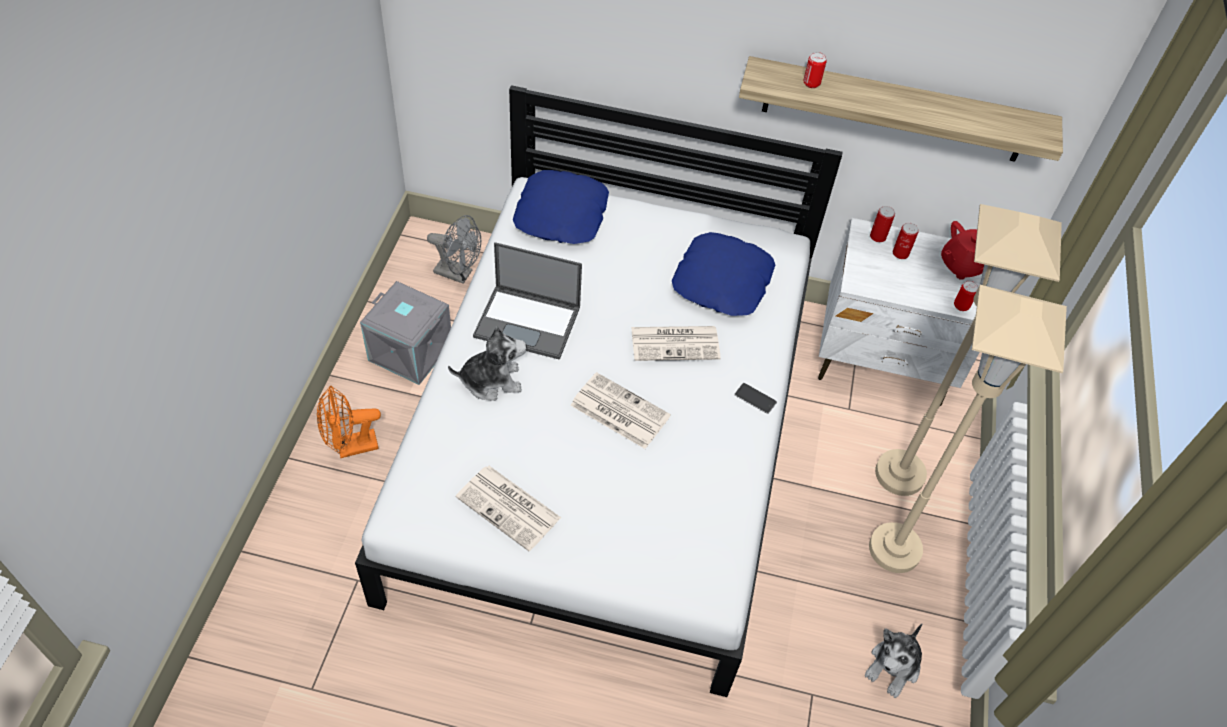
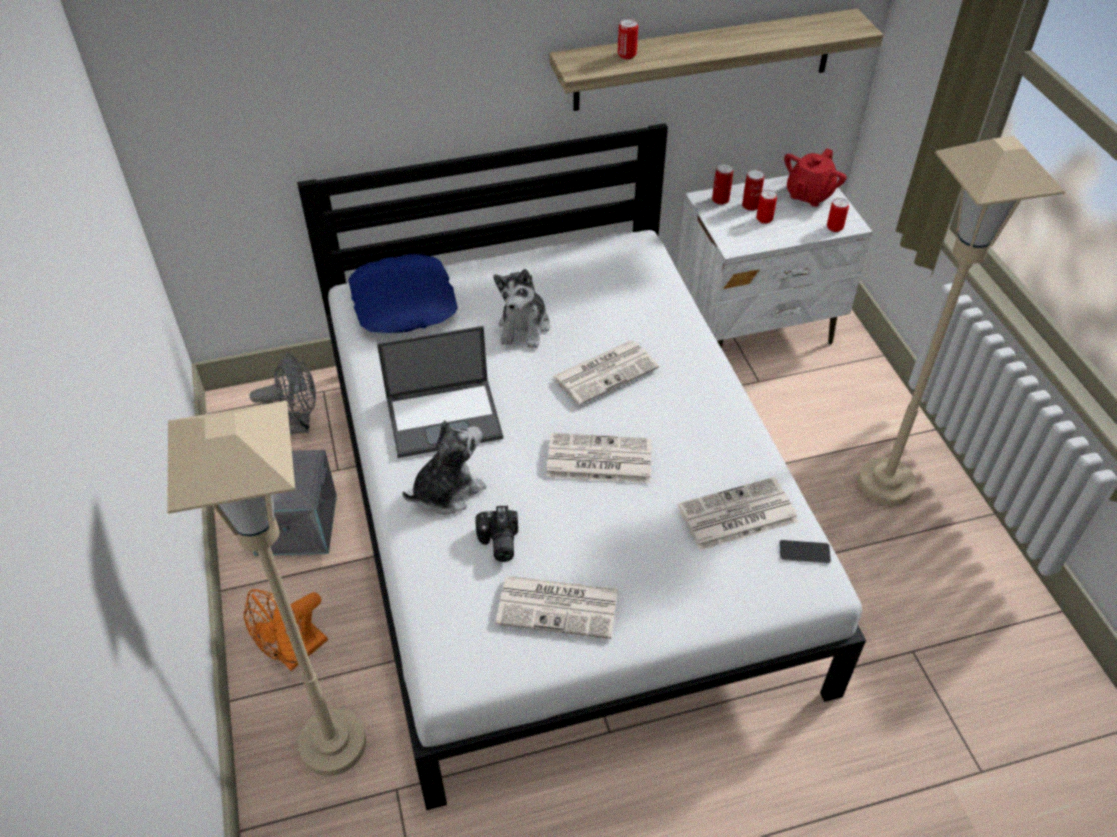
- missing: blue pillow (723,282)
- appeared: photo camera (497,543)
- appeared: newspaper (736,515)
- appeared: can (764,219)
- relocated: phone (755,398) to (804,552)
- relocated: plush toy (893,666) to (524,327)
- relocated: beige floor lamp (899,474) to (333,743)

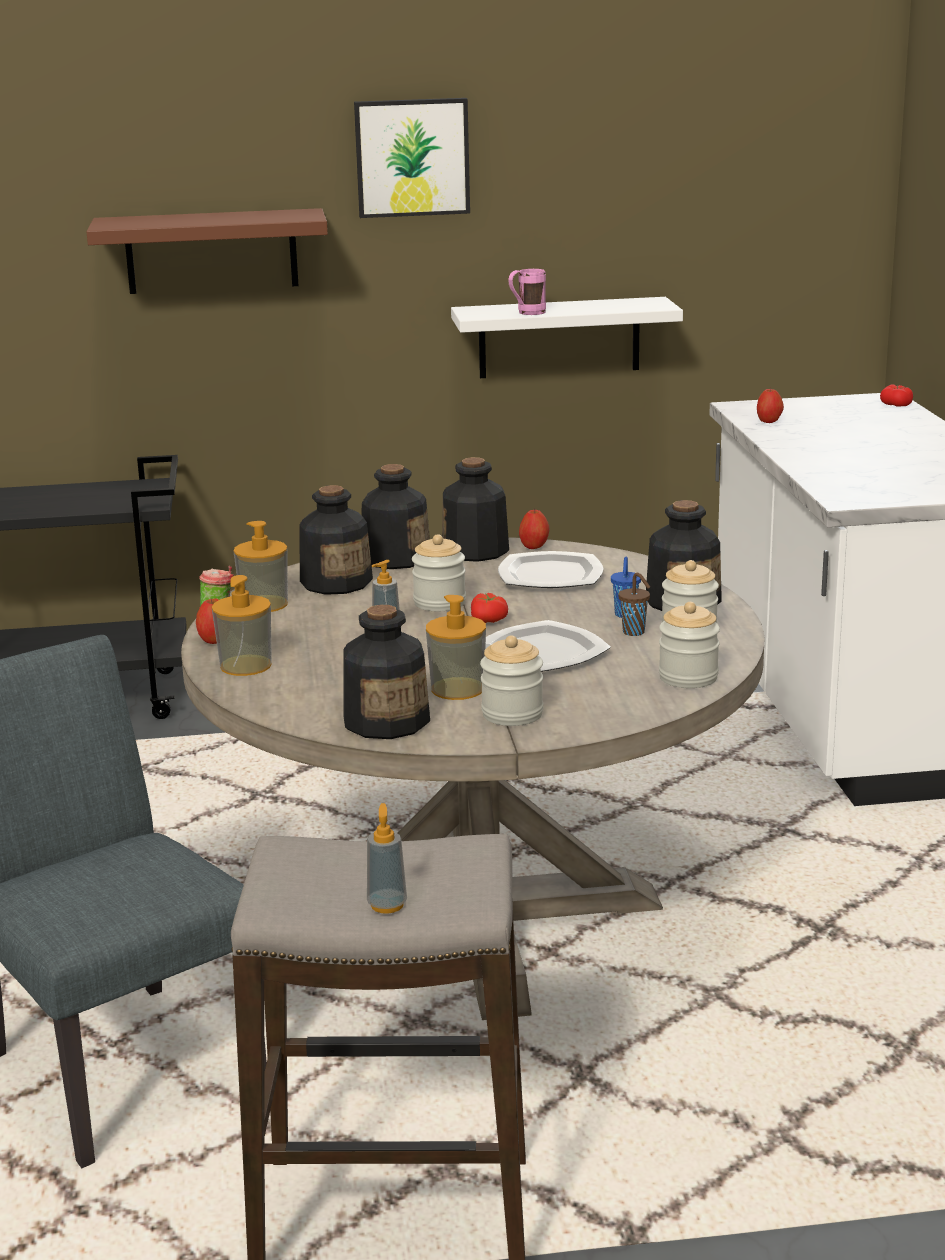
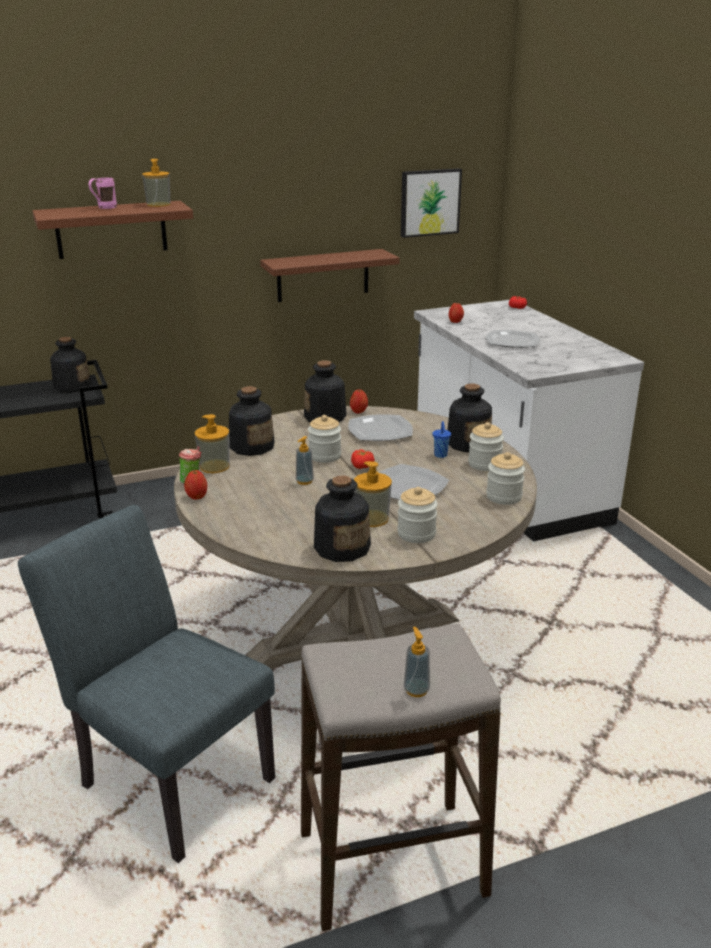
- missing: brown cup (635,632)
- appeared: plate (512,341)
- relocated: soap dispenser (245,665) to (158,204)
- relocated: picture (412,157) to (429,202)
- relocated: bottle (395,558) to (72,386)
- relocated: pink mug (526,313) to (104,208)
- colour: white shelf (559,337) to brown shelf (323,275)

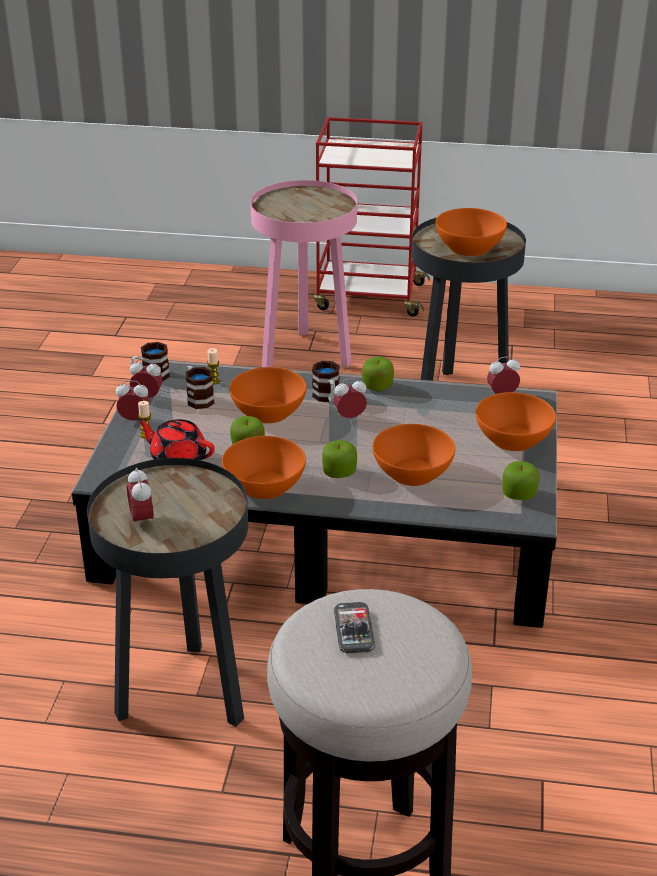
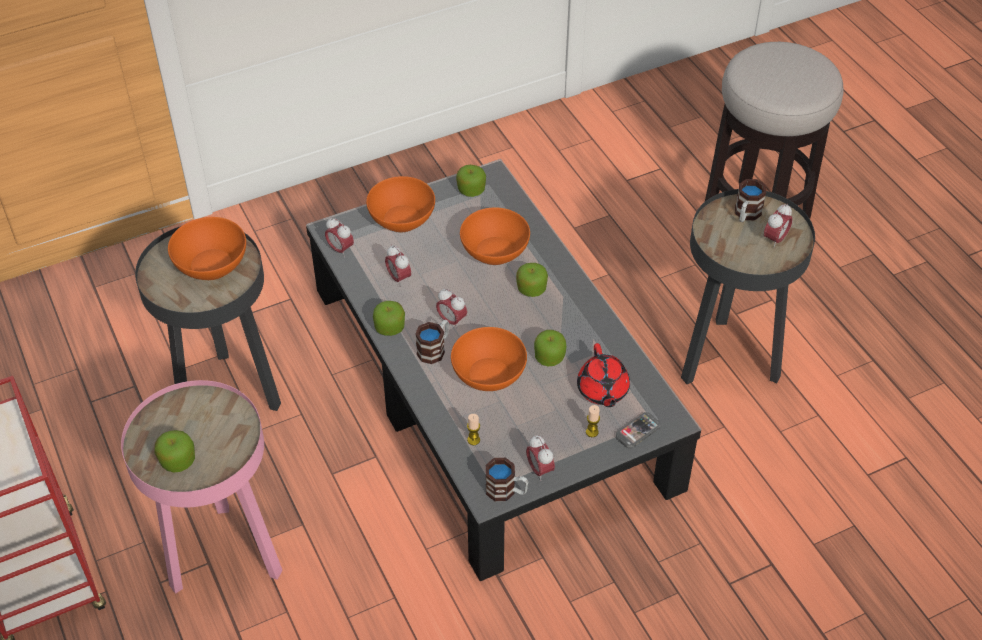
- missing: orange bowl (264,485)
- appeared: apple (177,461)
- relocated: alarm clock (134,419) to (399,278)
- relocated: mug (198,398) to (746,215)
- relocated: phone (354,629) to (638,431)

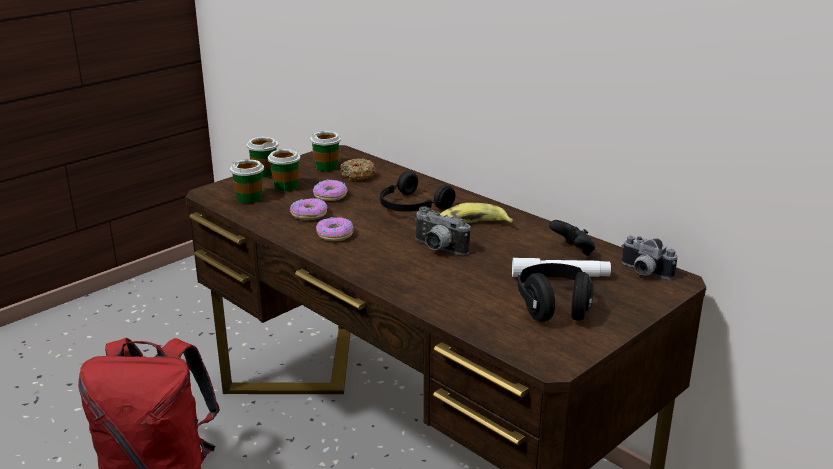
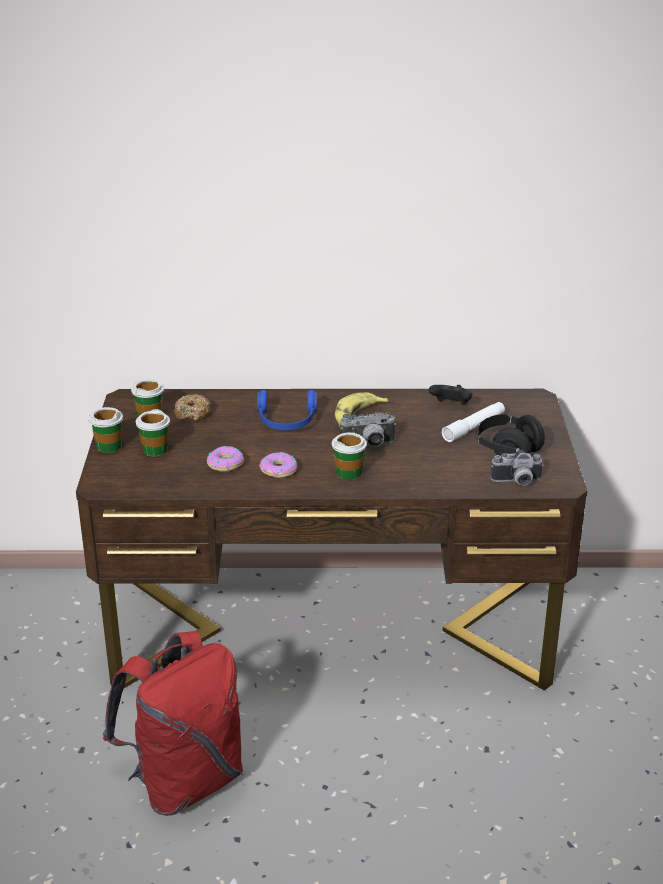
- missing: donut (331,196)
- relocated: cup (249,198) to (348,473)
- relocated: photo camera (643,272) to (517,482)
- colour: black headphones (411,207) to blue headphones (286,421)

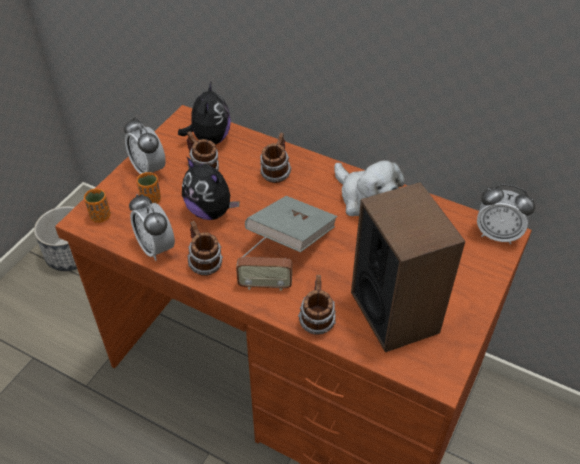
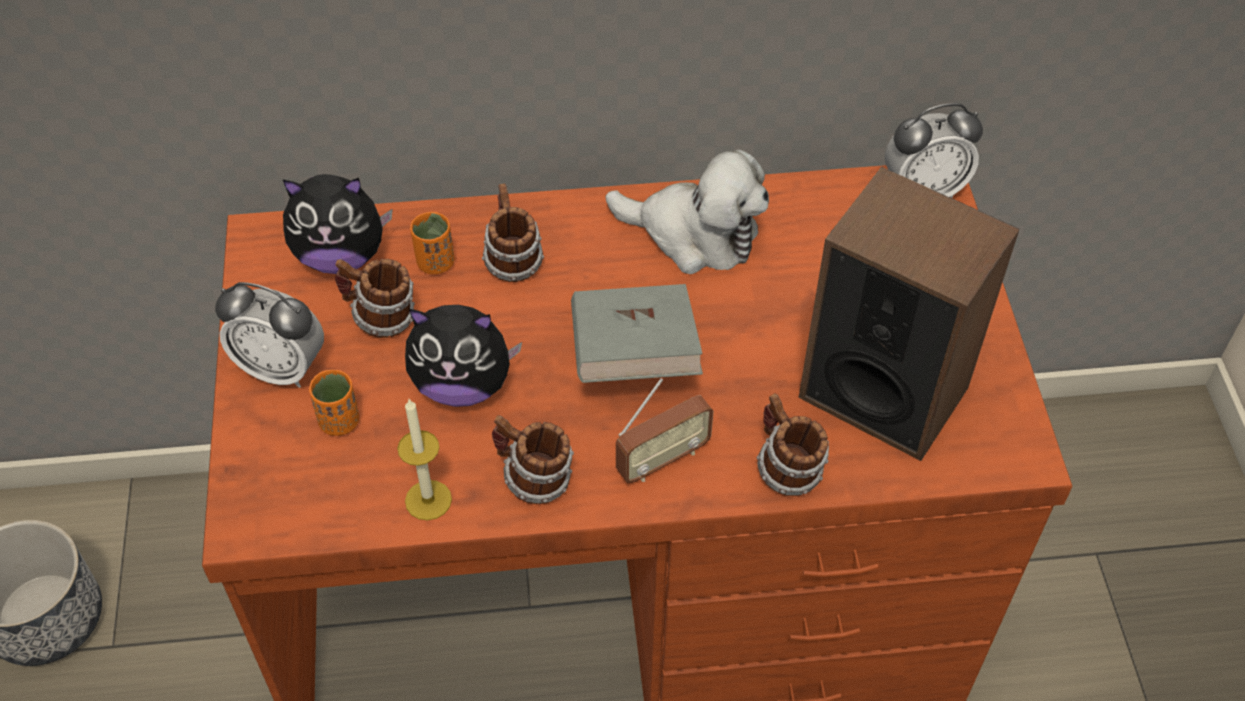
- relocated: orange cup (100,216) to (435,262)
- exchanged: alarm clock (156,248) to candle (428,500)
- spun: plush toy (209,139) = (341,256) 120 degrees clockwise

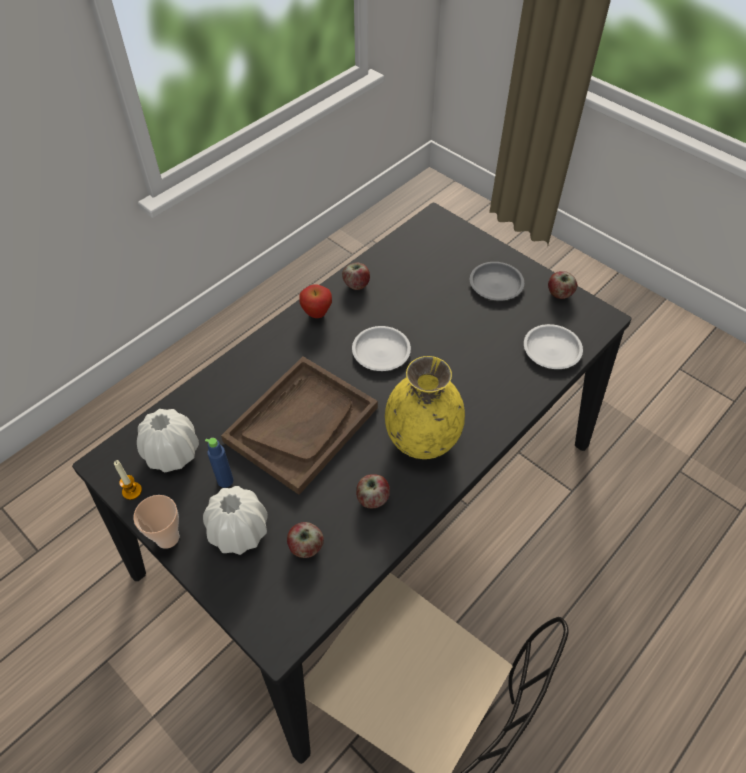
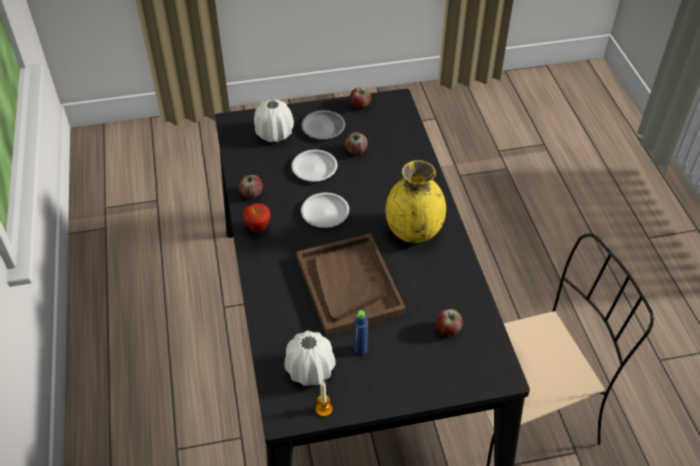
- missing: cup (167,537)
- relocated: white vase (239,531) to (274,133)
- relocated: apple (372,498) to (356,151)
- relocated: white plate (552,349) to (314,168)

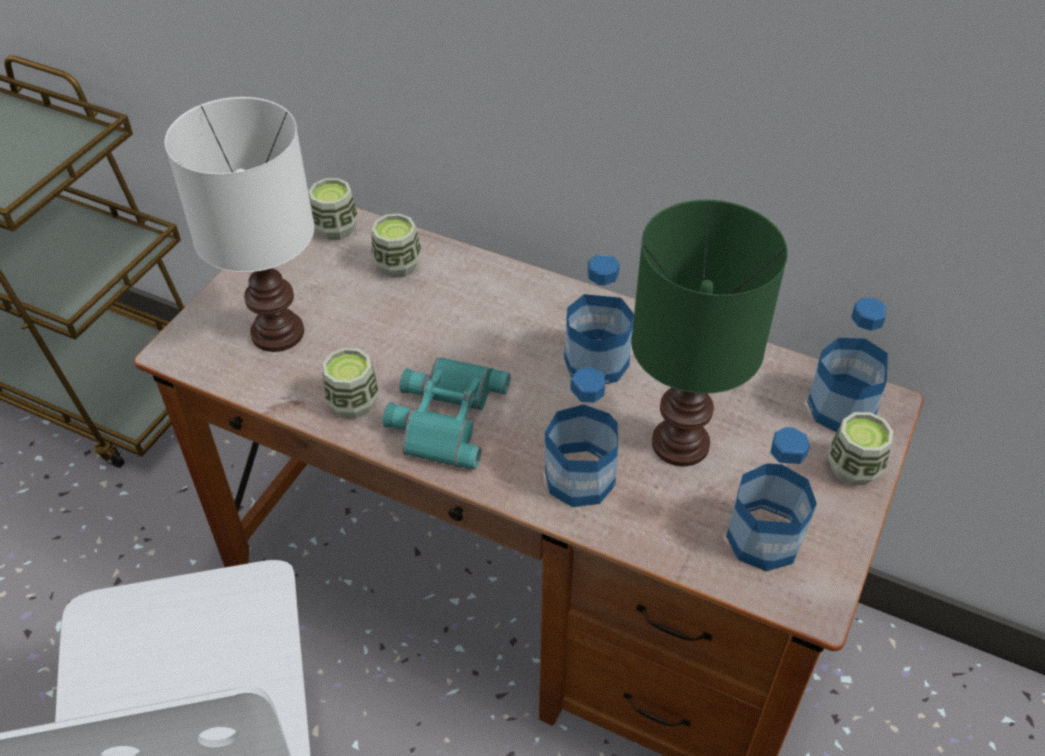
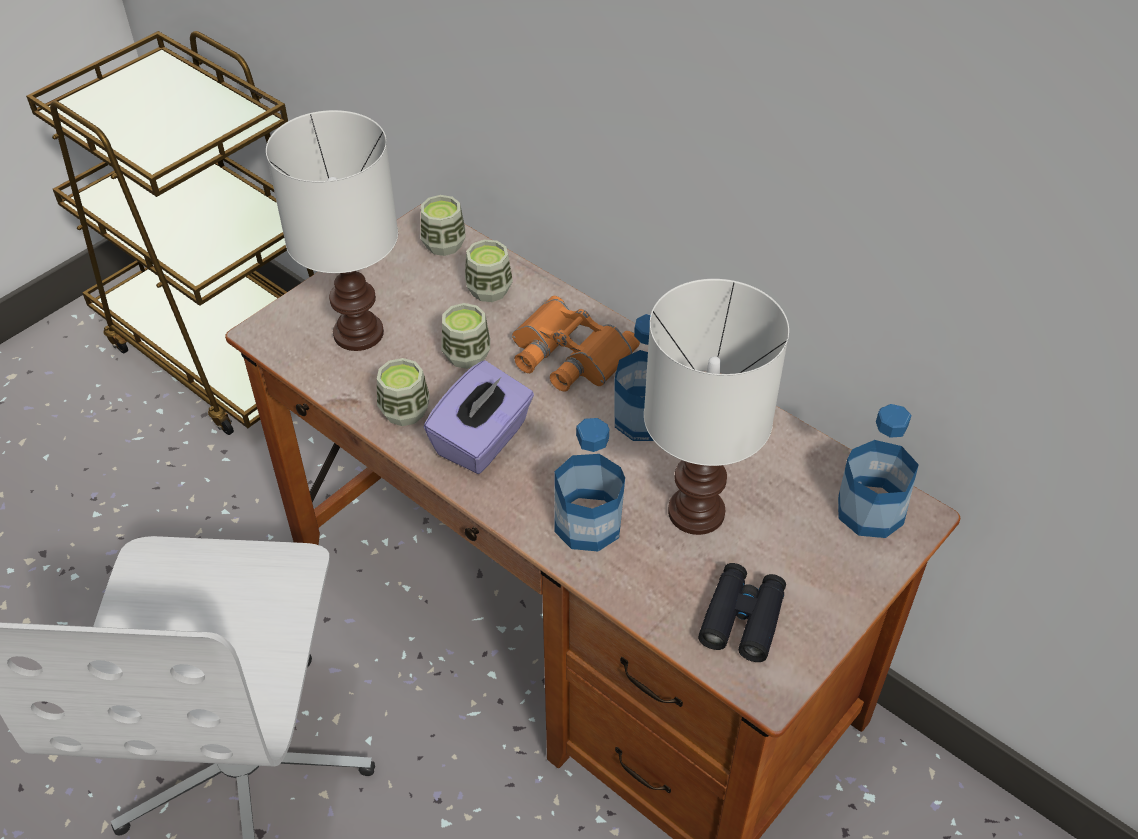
- appeared: orange binoculars (567,355)
- relocated: cup (853,468) to (466,355)
- exchanged: turquoise binoculars (444,416) to purple tissue box (482,440)
- exchanged: bottle (763,539) to black binoculars (742,618)
- colour: green table lamp (682,444) to white table lamp (698,513)

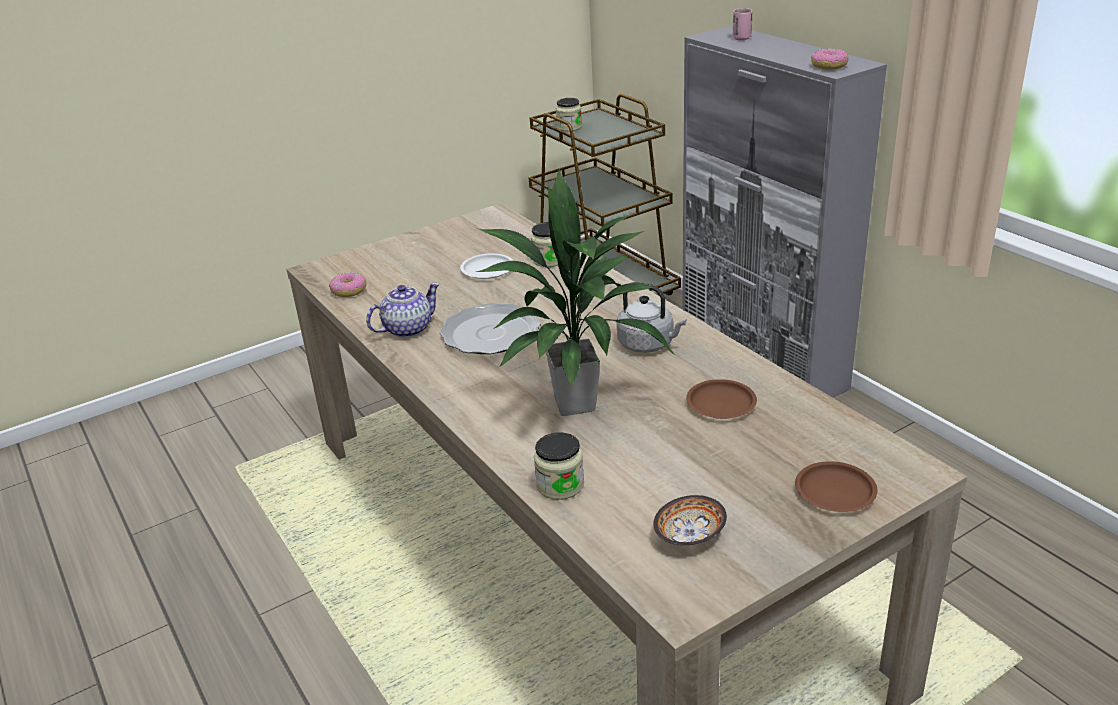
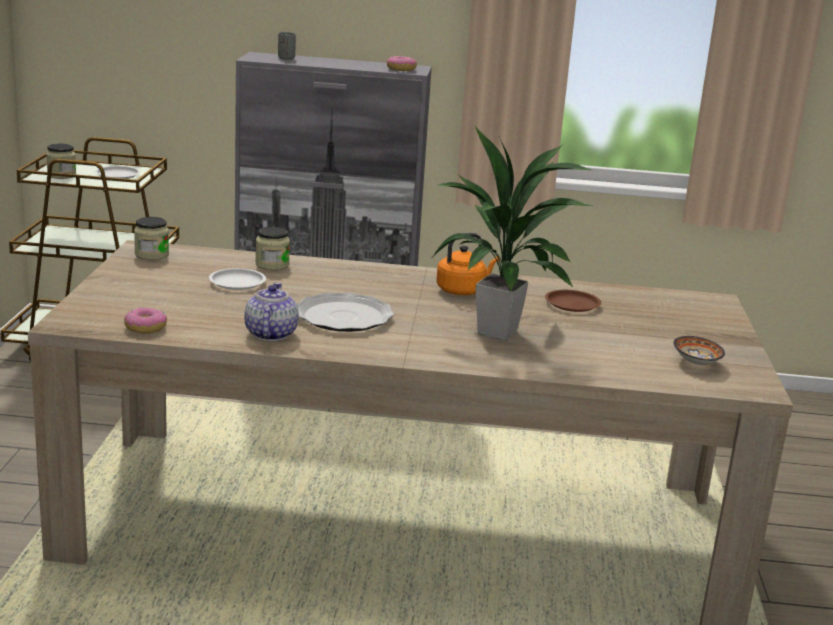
- missing: brown plate (834,491)
- appeared: white plate (117,175)
- relocated: jar (560,485) to (151,255)
- colour: grey kettle (648,344) to orange kettle (463,290)
- colour: pink cup (741,38) to grey cup (286,58)

